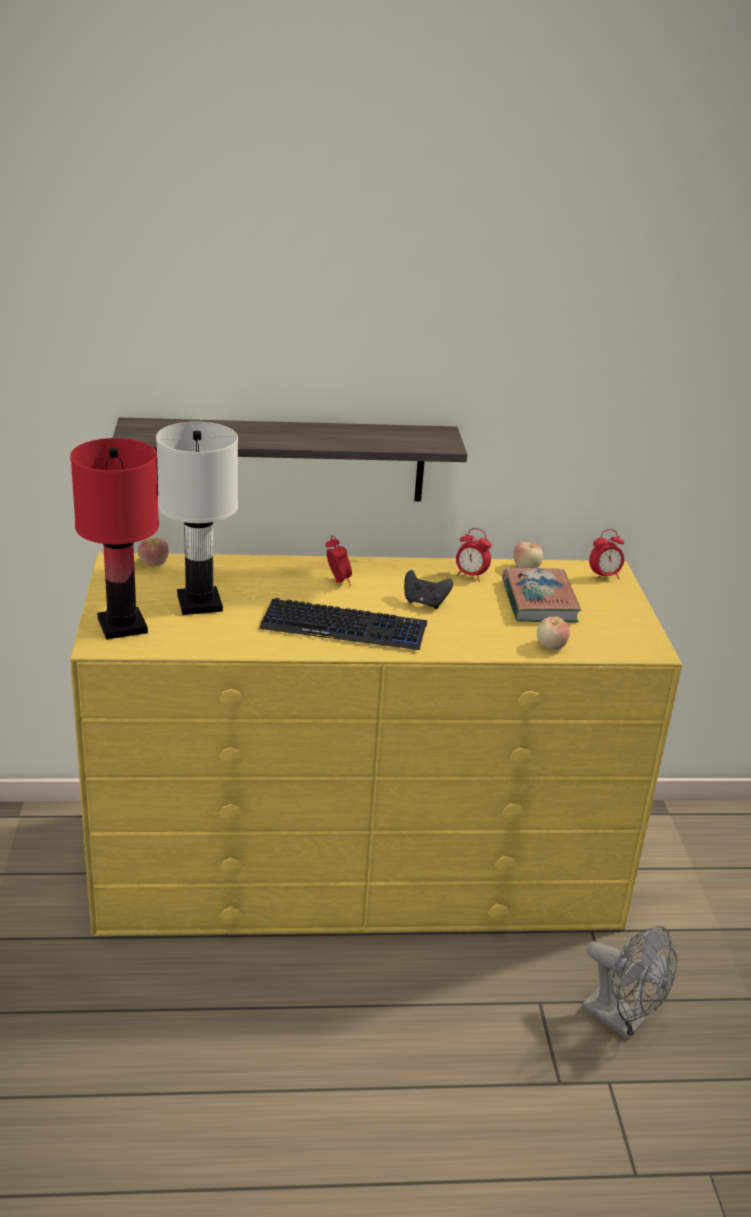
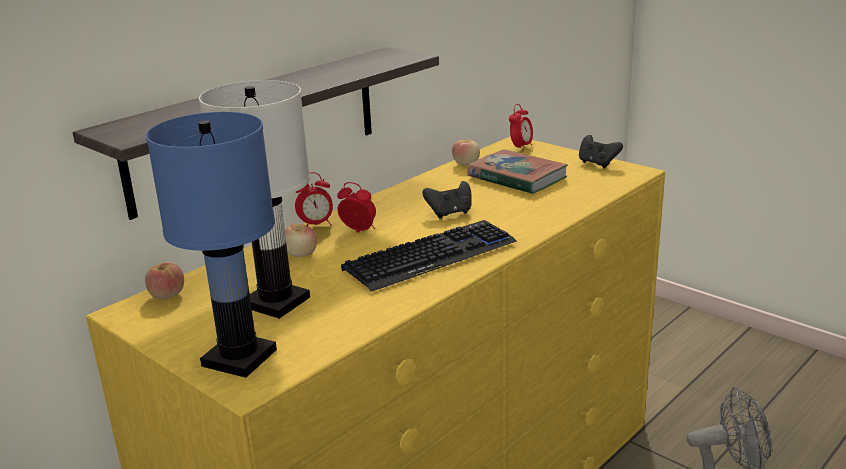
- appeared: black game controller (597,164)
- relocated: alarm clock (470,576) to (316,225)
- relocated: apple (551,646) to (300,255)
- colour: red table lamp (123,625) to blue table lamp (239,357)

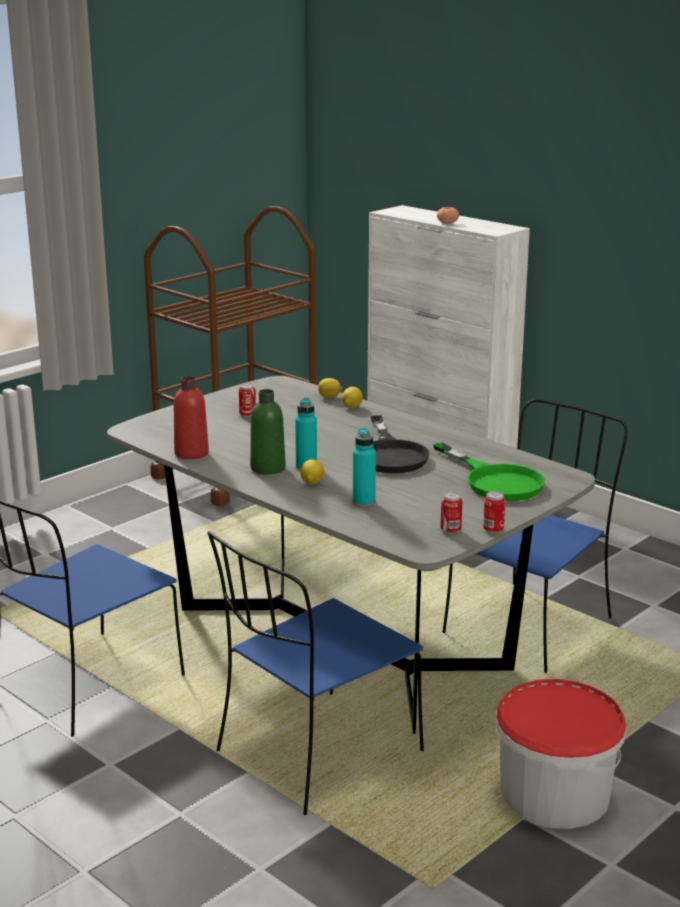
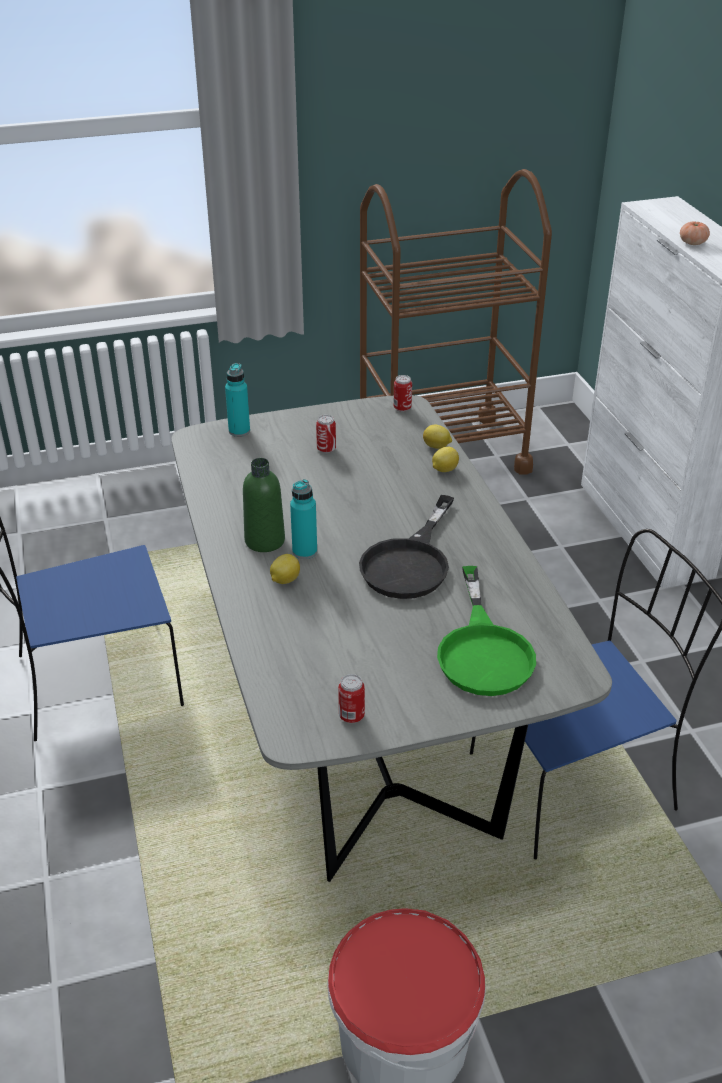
- missing: red bottle (191,453)
- missing: blue chair (315,754)
- relocated: turquoise bottle (363,502) to (239,431)
- relocated: can (493,530) to (402,408)

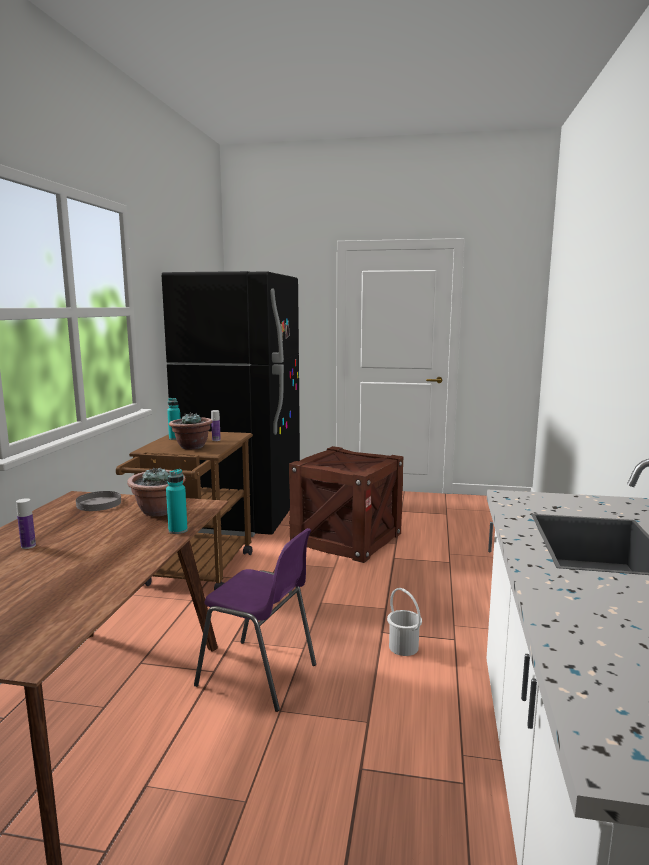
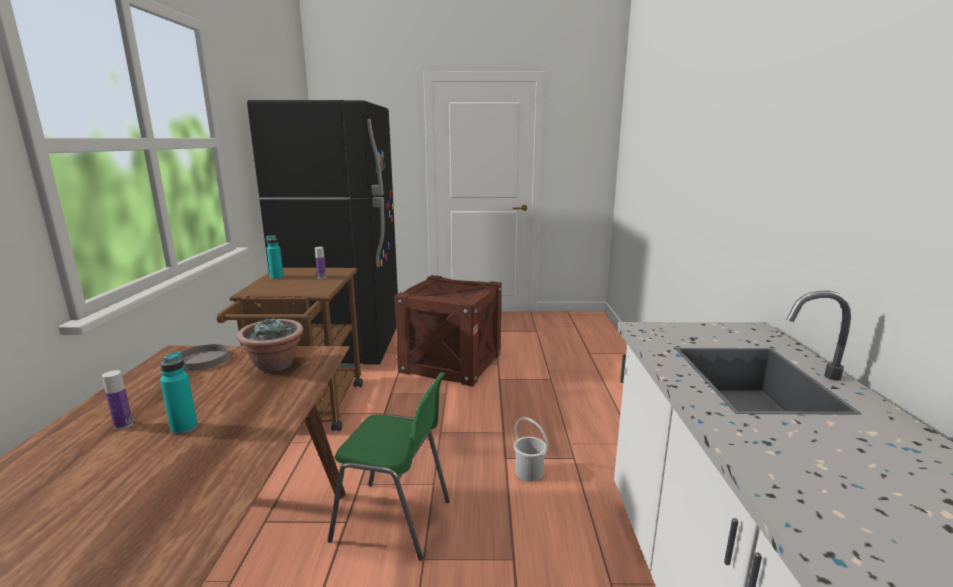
- missing: potted plant (191,447)
- relocated: turquoise bottle (178,530) to (184,428)
- colour: purple chair (260,676) to green chair (395,521)

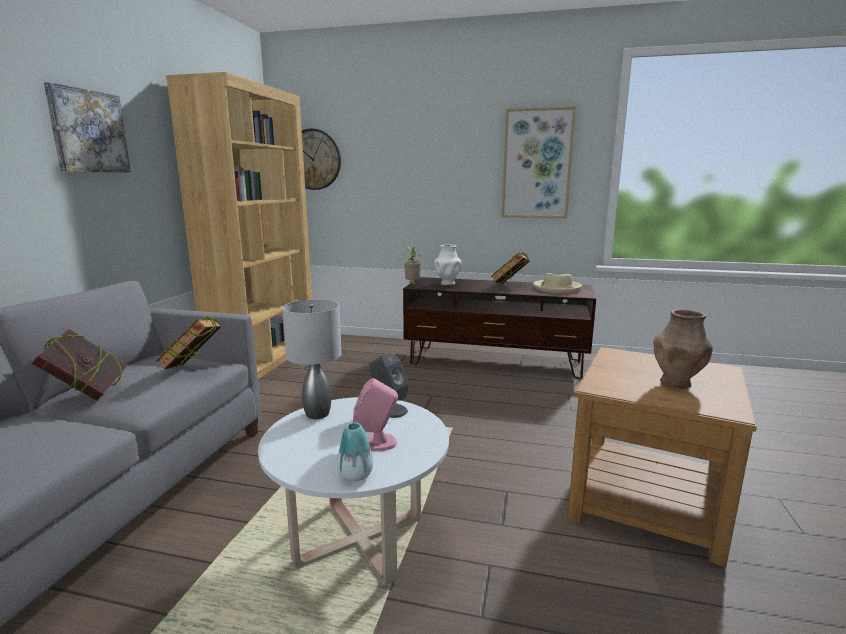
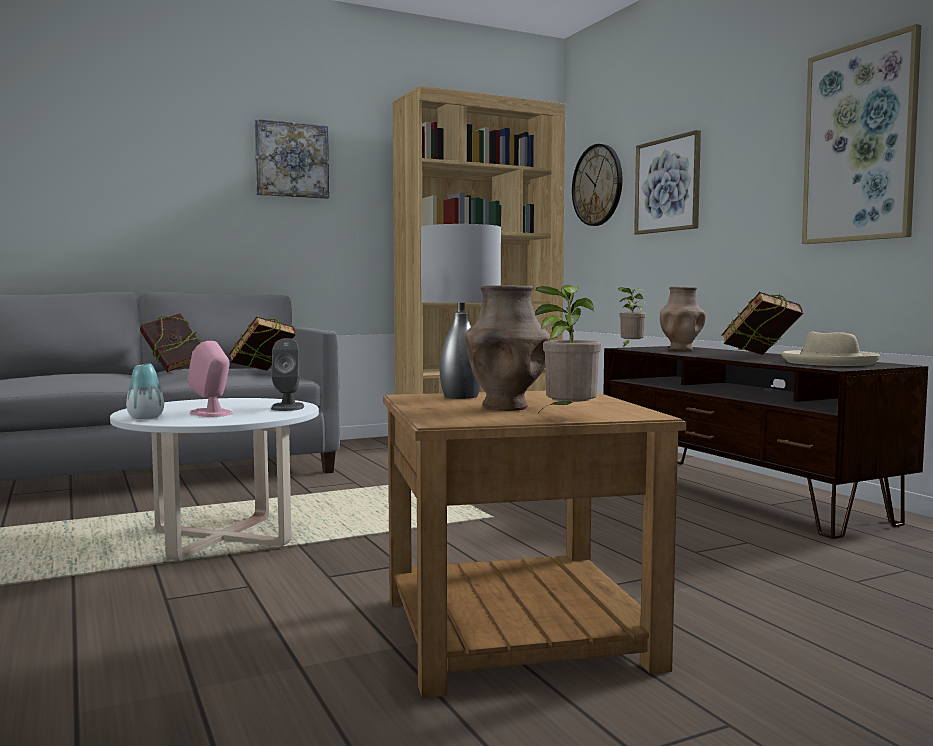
- appeared: potted plant (567,417)
- appeared: picture (668,185)
- relocated: grey table lamp (316,414) to (459,396)
- colour: white vase (447,284) to brown vase (681,350)

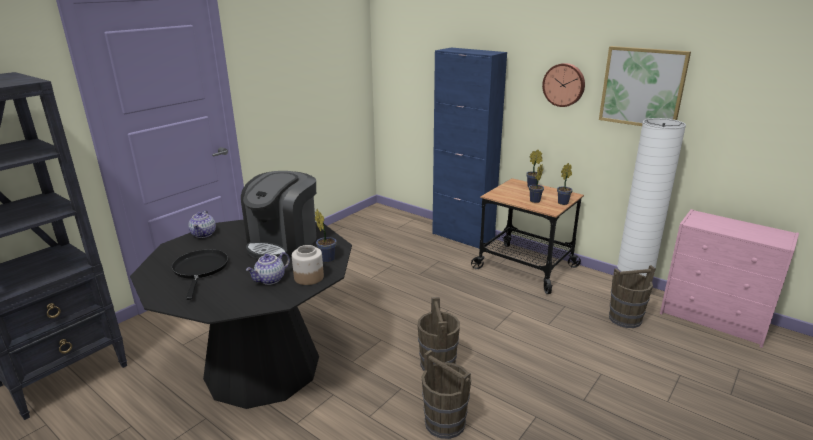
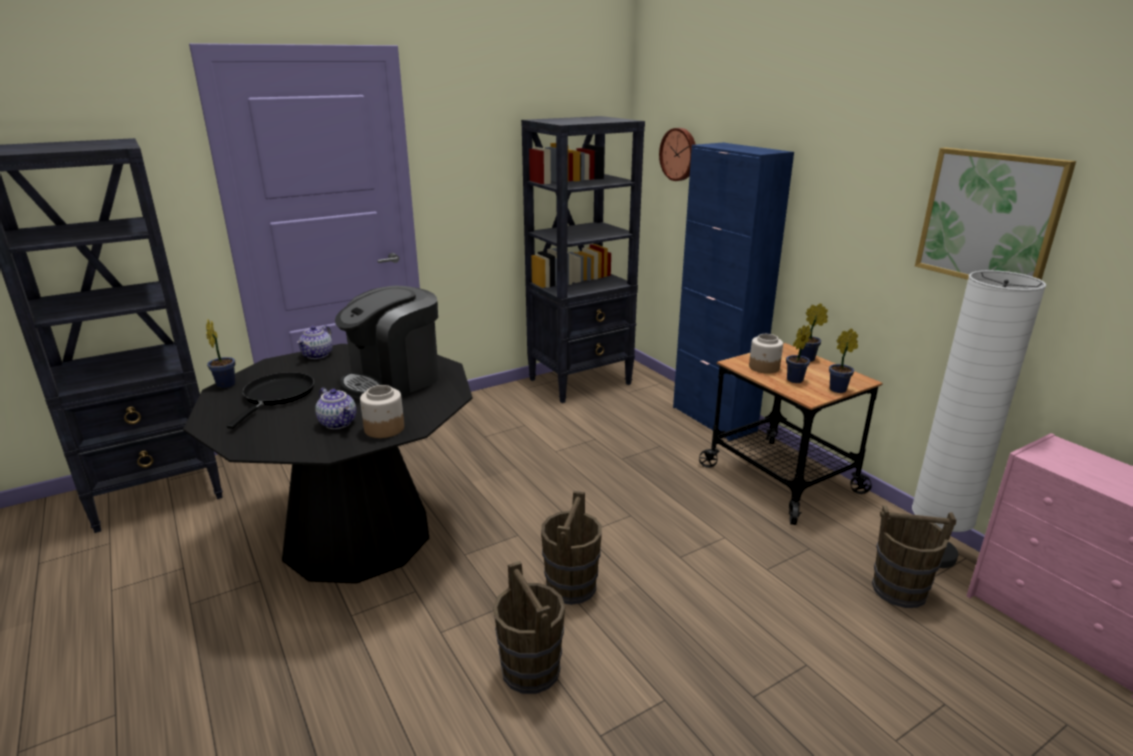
- appeared: black bookcase (581,381)
- appeared: jar (764,367)
- relocated: potted plant (326,258) to (226,384)
- relocated: wall clock (564,84) to (679,154)
- spun: teapot (270,280) = (339,423) 105 degrees counterclockwise

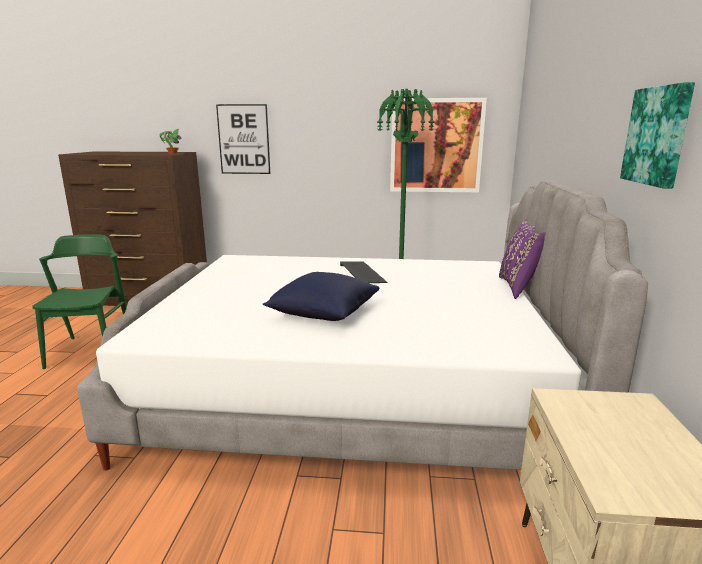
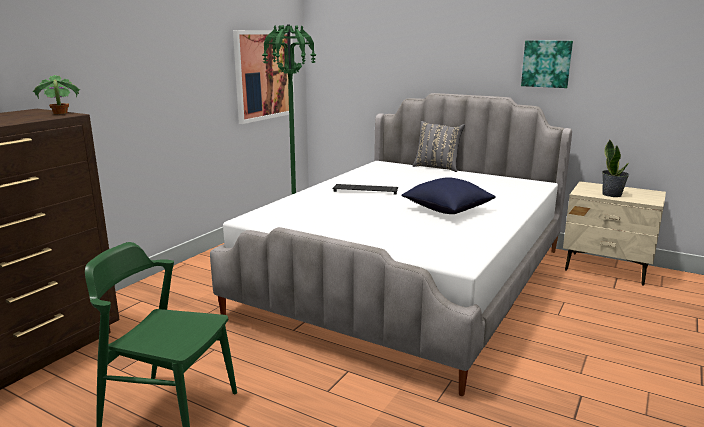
- missing: picture (244,139)
- appeared: potted plant (612,194)
- colour: purple pillow (520,287) to grey pillow (437,167)

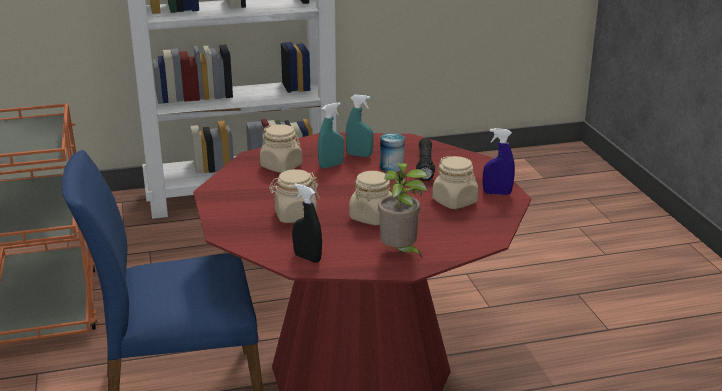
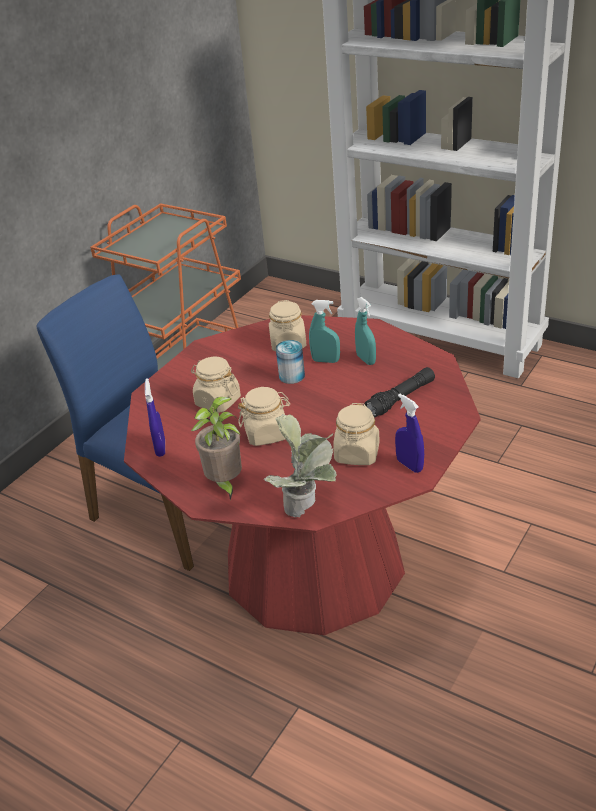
- appeared: potted plant (307,509)
- relocated: can (391,167) to (292,376)
- colour: black spray bottle (307,258) to blue spray bottle (160,448)

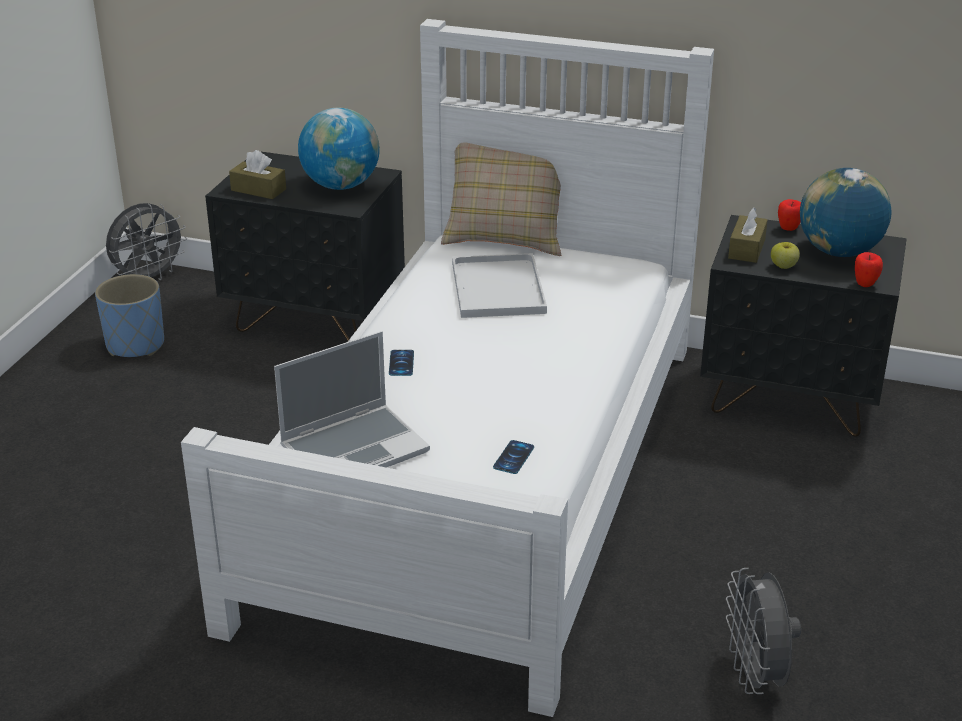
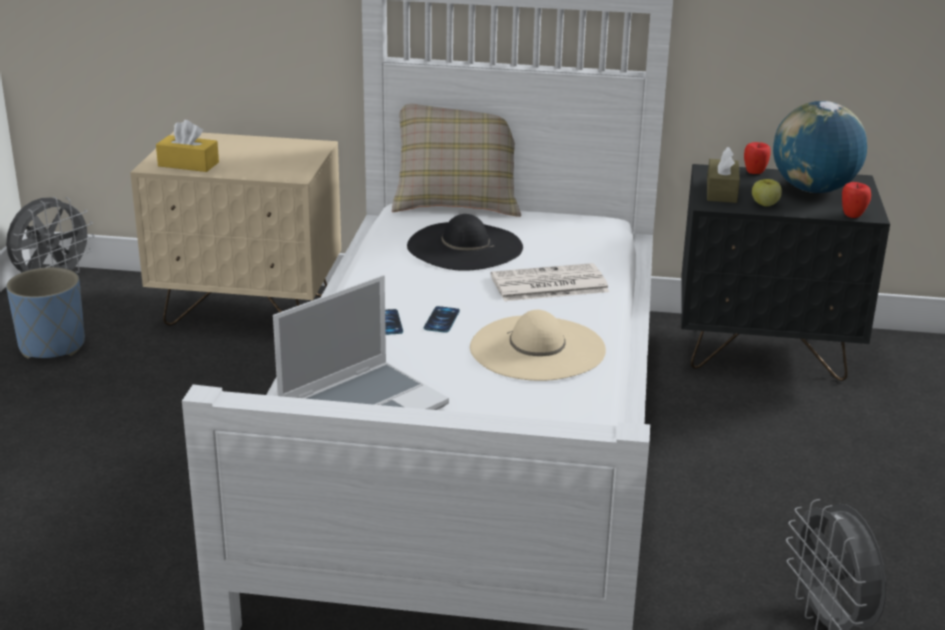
- missing: globe (341,185)
- appeared: beige hat (537,348)
- appeared: newspaper (548,284)
- relocated: phone (513,457) to (441,320)
- exchanged: white tray (496,287) to black hat (464,246)
- colour: black nightstand (316,321) to beige nightstand (249,310)
- colour: brown tissue box (258,190) to yellow tissue box (188,164)

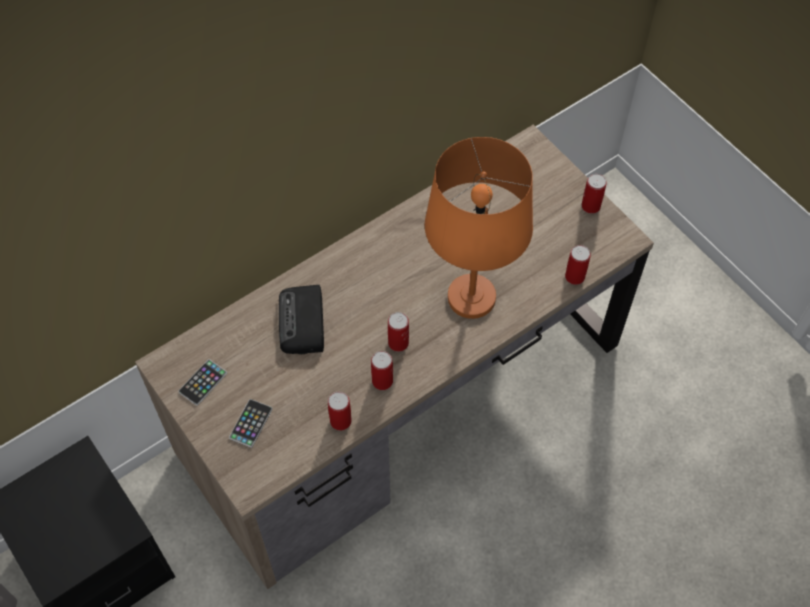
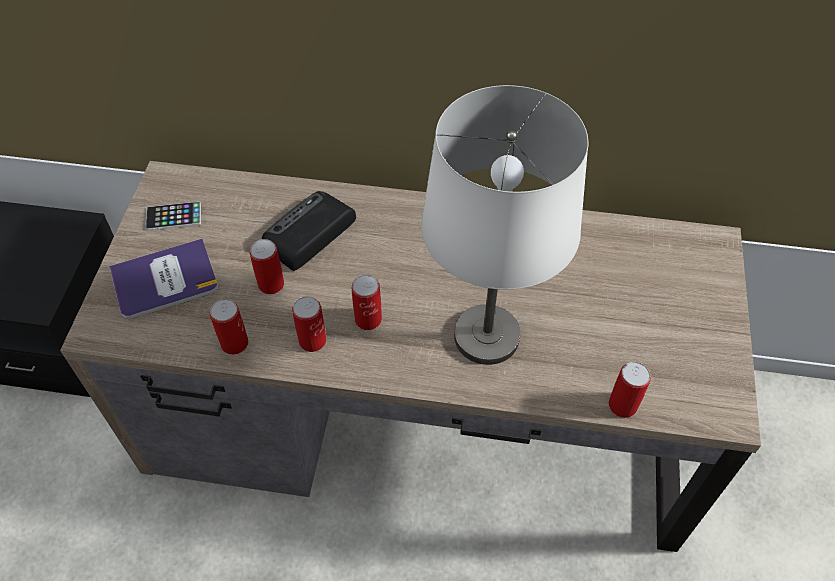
- relocated: can (590,206) to (271,284)
- exchanged: phone (251,423) to book (165,280)
- colour: orange table lamp (472,298) to white table lamp (487,337)

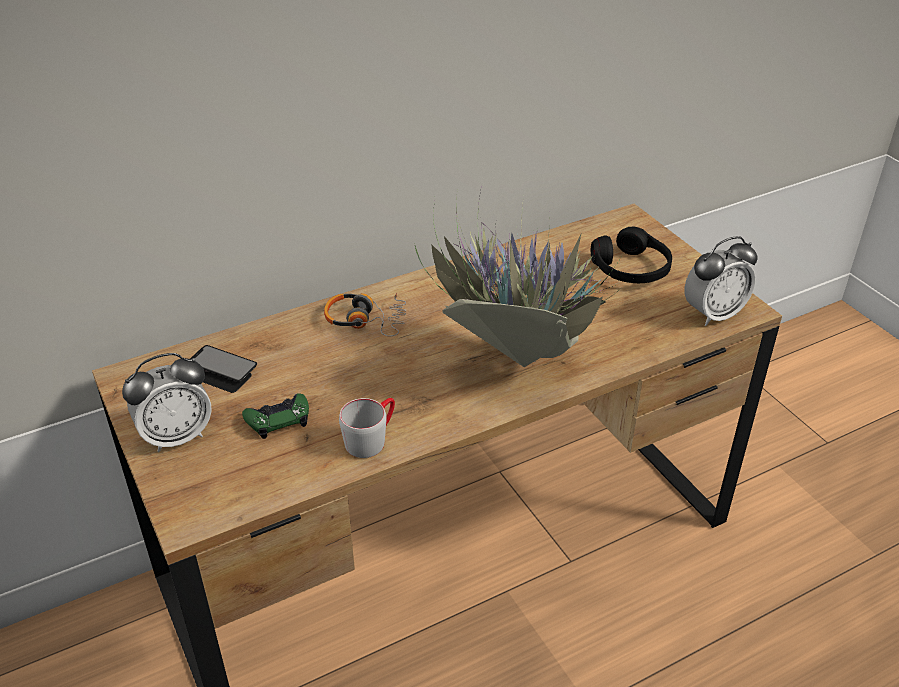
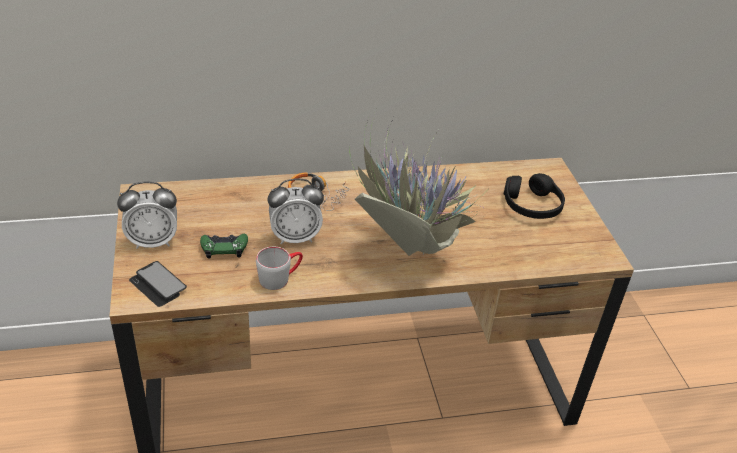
- relocated: phone (220,371) to (158,285)
- relocated: alarm clock (713,314) to (295,237)

